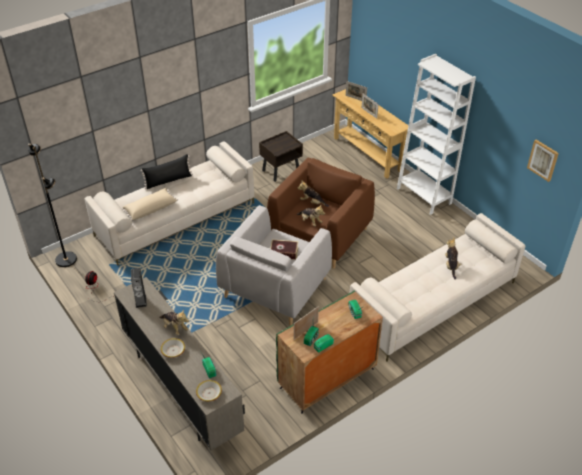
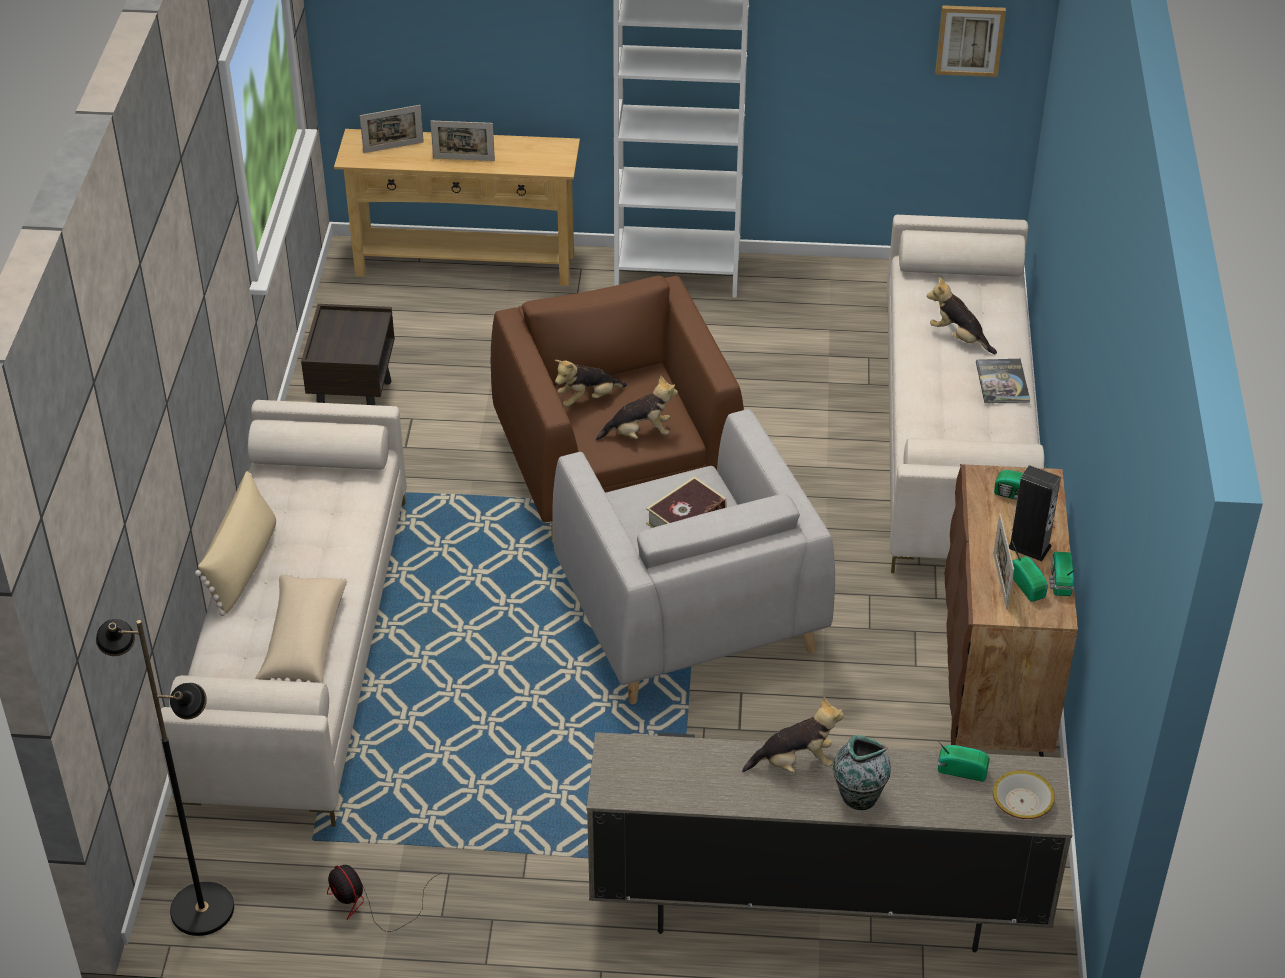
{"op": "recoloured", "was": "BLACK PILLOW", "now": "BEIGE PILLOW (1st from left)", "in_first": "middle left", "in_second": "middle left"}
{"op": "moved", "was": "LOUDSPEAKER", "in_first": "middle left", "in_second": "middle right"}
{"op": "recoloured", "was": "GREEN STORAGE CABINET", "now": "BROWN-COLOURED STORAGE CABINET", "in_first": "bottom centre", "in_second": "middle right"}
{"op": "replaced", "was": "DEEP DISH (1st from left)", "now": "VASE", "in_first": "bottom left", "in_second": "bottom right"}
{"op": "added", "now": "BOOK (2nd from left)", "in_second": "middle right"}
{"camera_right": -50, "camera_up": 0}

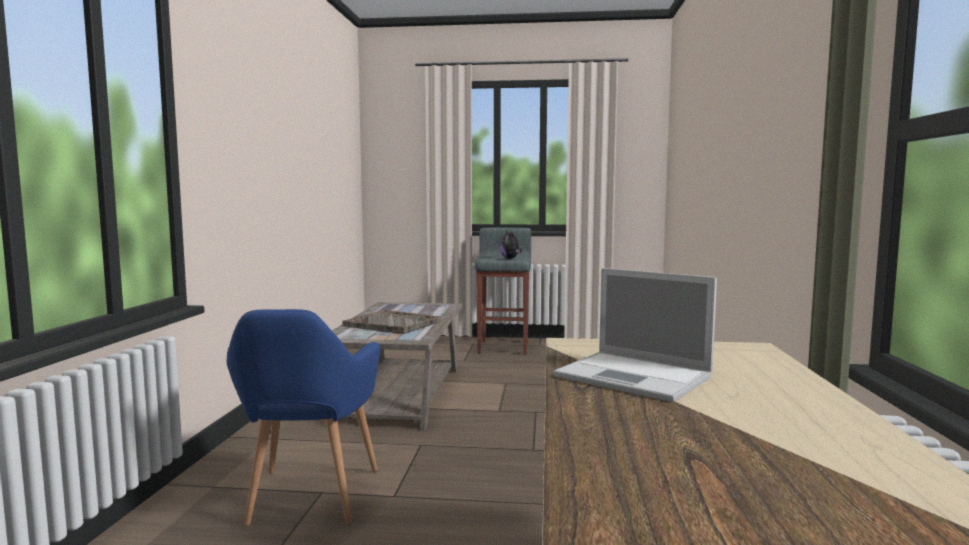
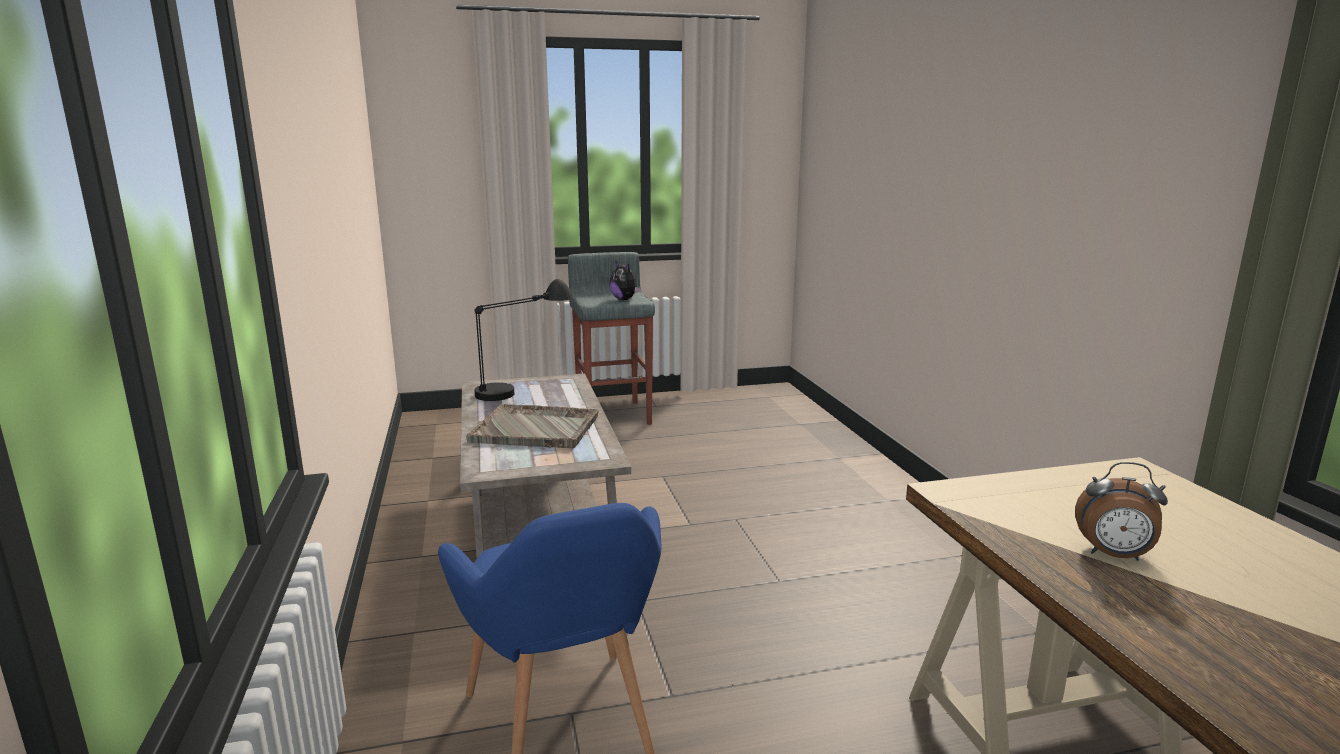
{"op": "replaced", "was": "PORTABLE COMPUTER", "now": "TABLE CLOCK", "in_first": "centre", "in_second": "bottom right"}
{"op": "added", "now": "BLACK TABLE LAMP", "in_second": "centre"}
{"camera_right": -20, "camera_up": 10}

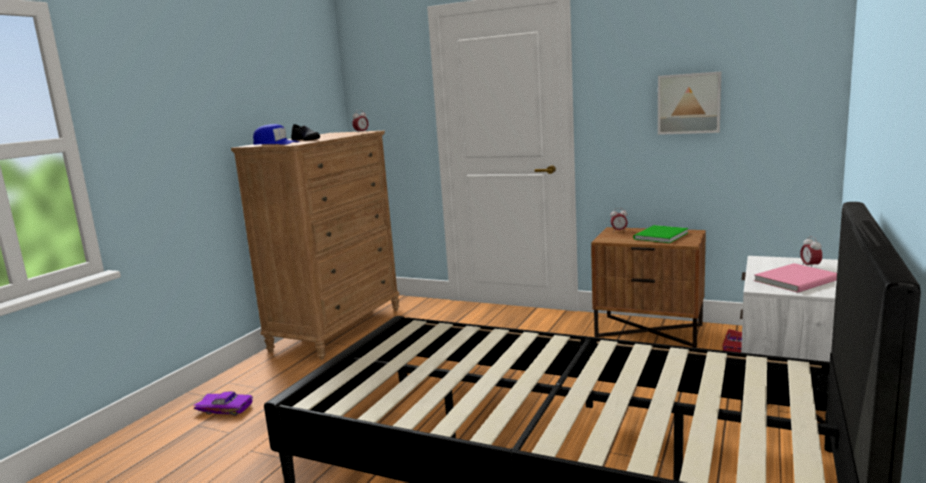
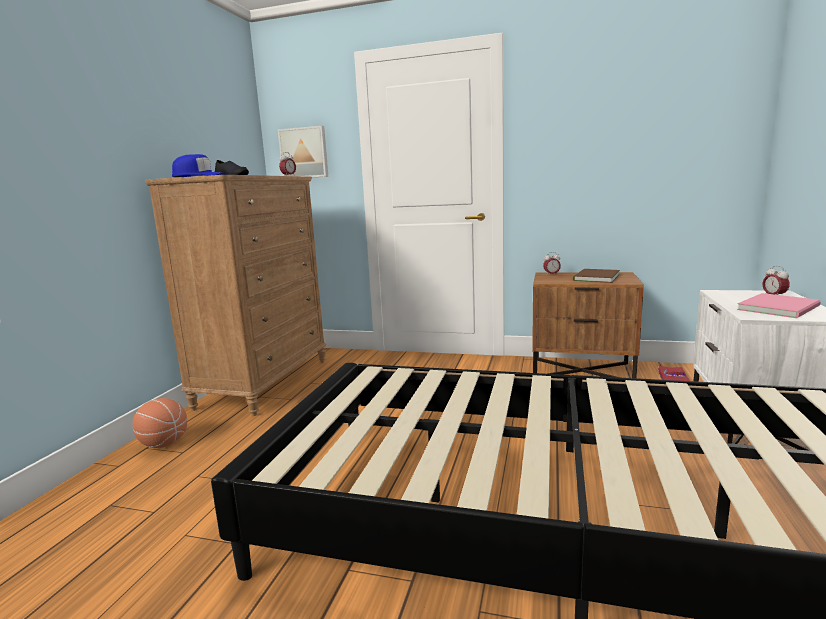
{"op": "moved", "was": "PICTURE", "in_first": "top right", "in_second": "top centre"}
{"op": "recoloured", "was": "GREEN BOOK", "now": "BROWN-COLOURED BOOK", "in_first": "middle right", "in_second": "middle right"}
{"op": "removed", "was": "PURPLE TOY CAR", "in_first": "bottom left"}
{"op": "added", "now": "BASKETBALL", "in_second": "bottom left"}
{"camera_right": -10, "camera_up": 0}

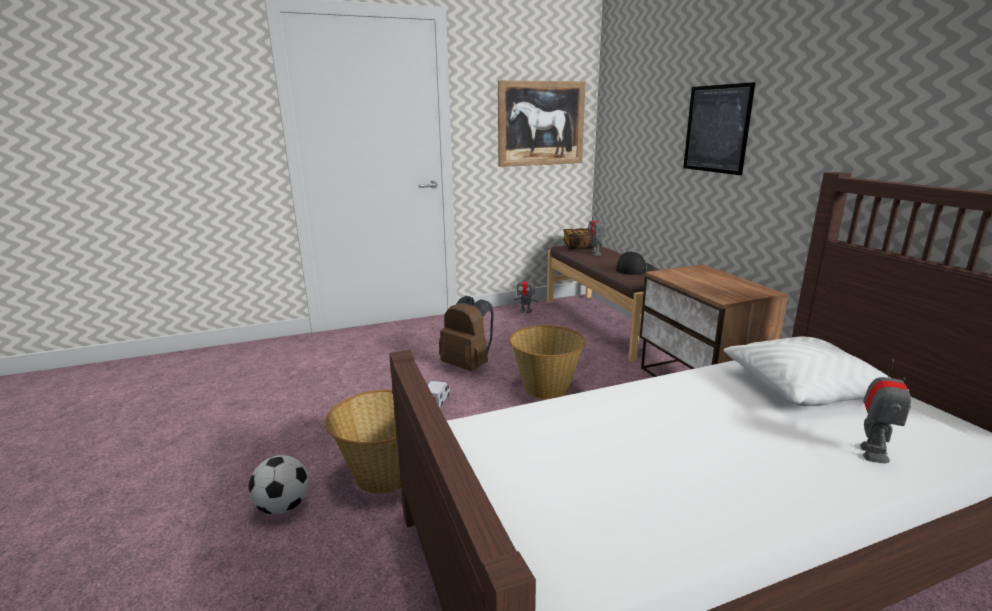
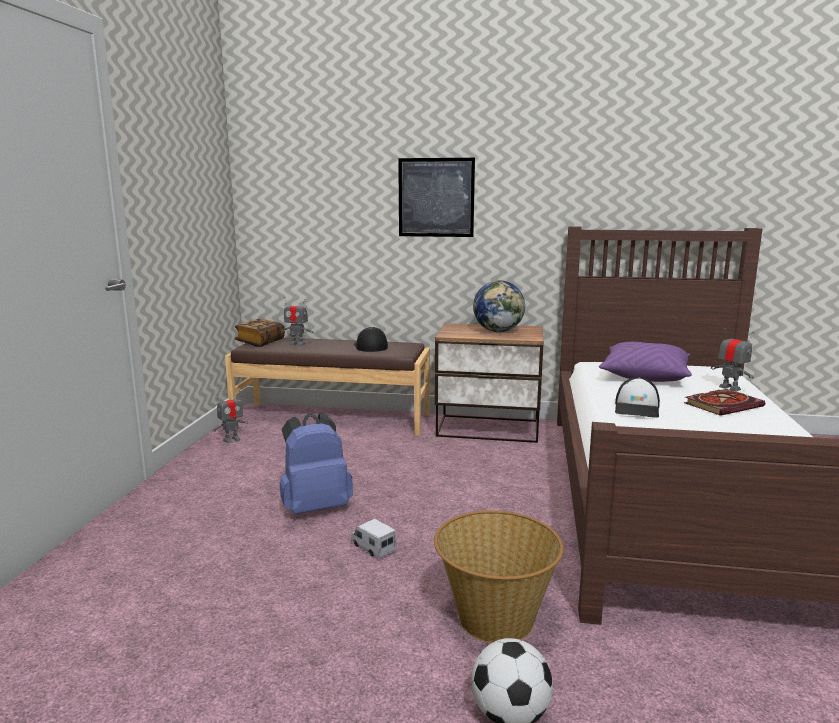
{"op": "removed", "was": "PICTURE (1st from left)", "in_first": "top centre"}
{"op": "recoloured", "was": "BROWN-COLOURED KNAPSACK", "now": "BLUE-COLOURED KNAPSACK", "in_first": "centre", "in_second": "centre"}
{"op": "removed", "was": "HOUSEHOLD BASKET (2nd from left)", "in_first": "centre"}
{"op": "recoloured", "was": "WHITE-COLOURED PILLOW", "now": "PURPLE PILLOW", "in_first": "middle right", "in_second": "middle right"}
{"op": "added", "now": "GLOBE", "in_second": "centre"}
{"op": "added", "now": "BASEBALL CAP (2nd from left)", "in_second": "middle right"}
{"op": "added", "now": "BOOK (2nd from left)", "in_second": "middle right"}
{"camera_right": -60, "camera_up": -5}

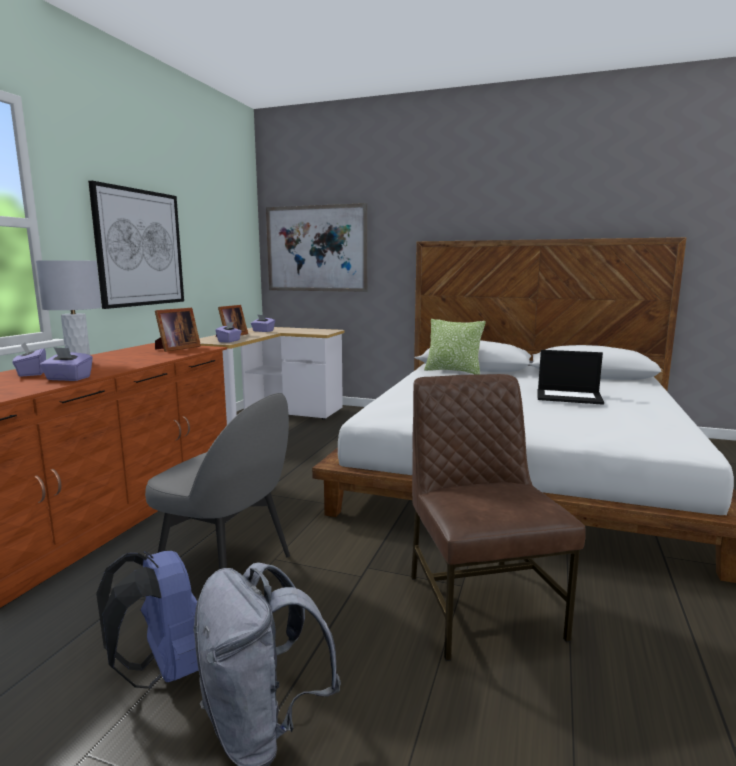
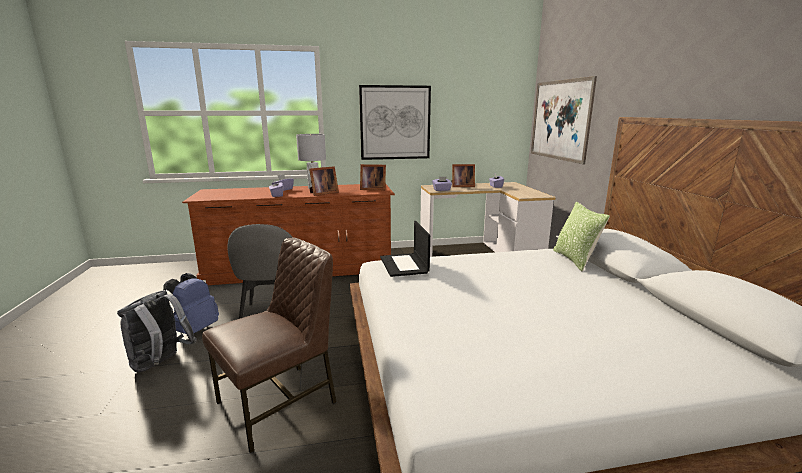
{"op": "moved", "was": "PORTABLE COMPUTER", "in_first": "middle right", "in_second": "centre"}
{"op": "added", "now": "PICTURE FRAME (1st from left)", "in_second": "centre"}
{"camera_right": 60, "camera_up": 5}

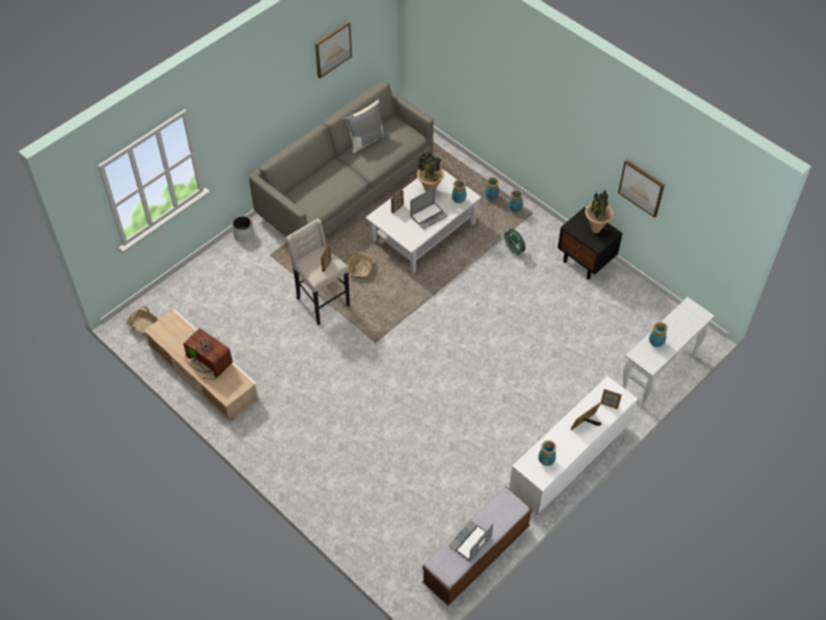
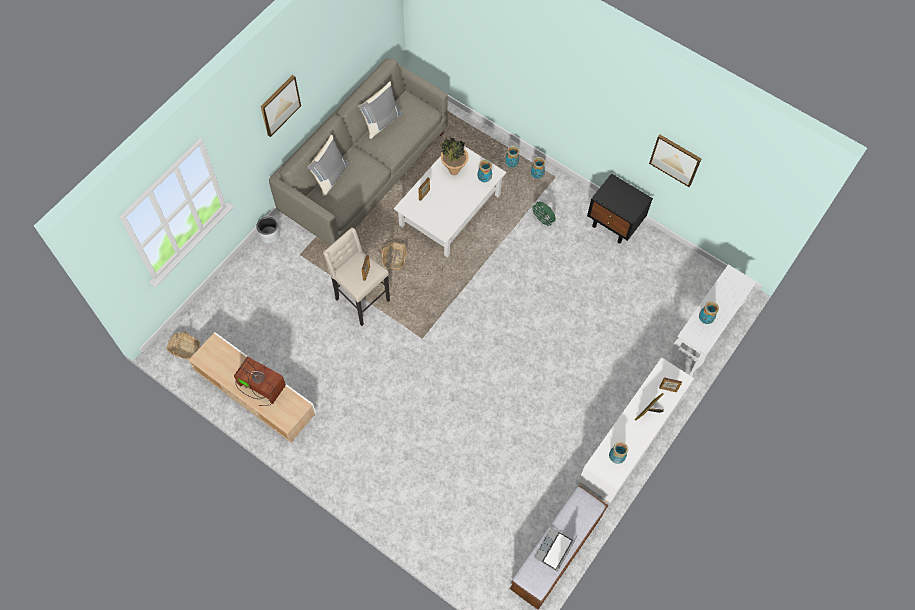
{"op": "moved", "was": "PICTURE (1st from left)", "in_first": "top centre", "in_second": "top left"}
{"op": "removed", "was": "PORTABLE COMPUTER (1st from left)", "in_first": "centre"}
{"op": "removed", "was": "HOUSEPLANT (2nd from left)", "in_first": "middle right"}
{"op": "added", "now": "GREY PILLOW (1st from left)", "in_second": "top centre"}
{"camera_right": -10, "camera_up": 10}

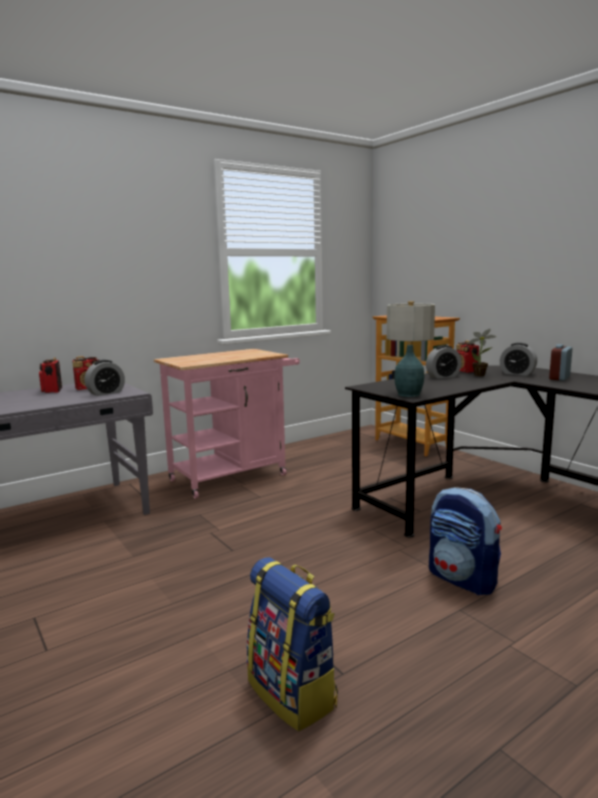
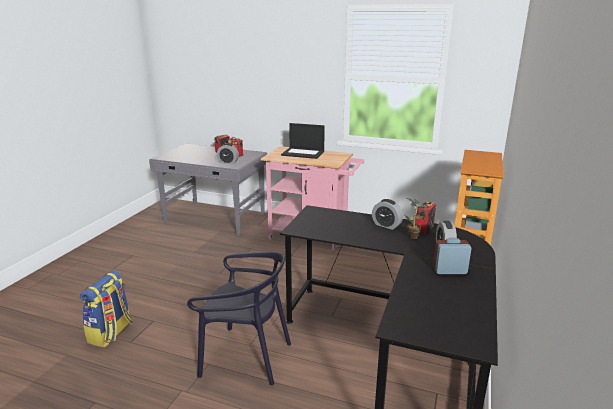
{"op": "removed", "was": "TABLE LAMP", "in_first": "middle right"}
{"op": "replaced", "was": "KNAPSACK (2nd from left)", "now": "BLACK PLAIN CHAIR", "in_first": "bottom right", "in_second": "bottom centre"}
{"op": "added", "now": "PORTABLE COMPUTER", "in_second": "centre"}
{"camera_right": 55, "camera_up": 10}

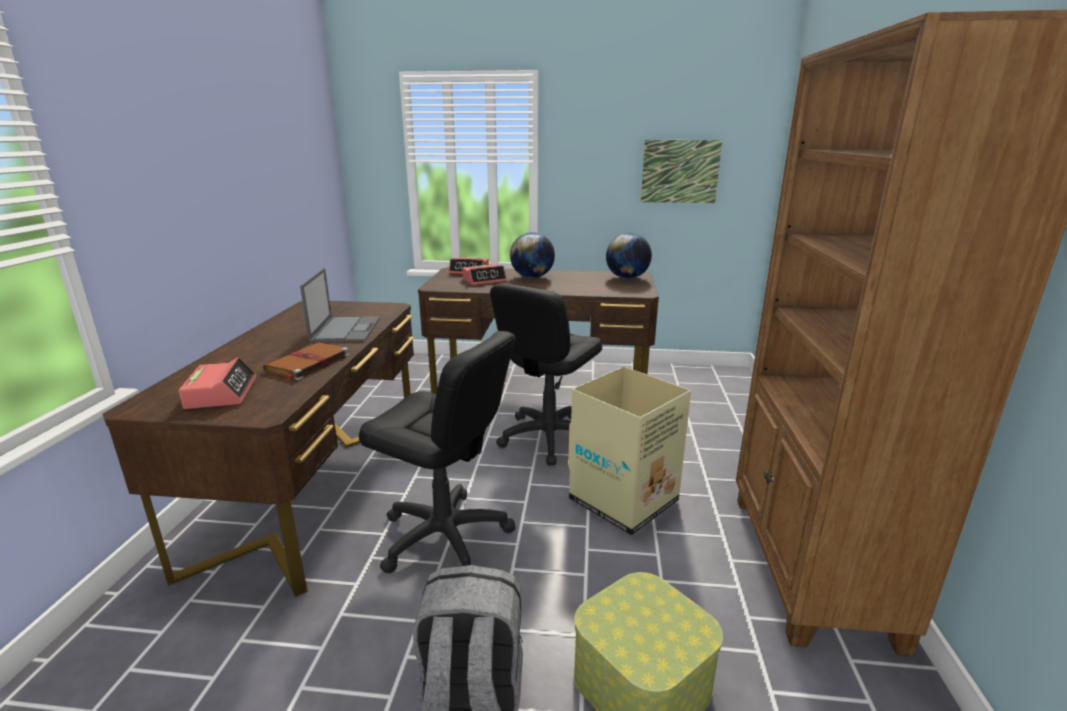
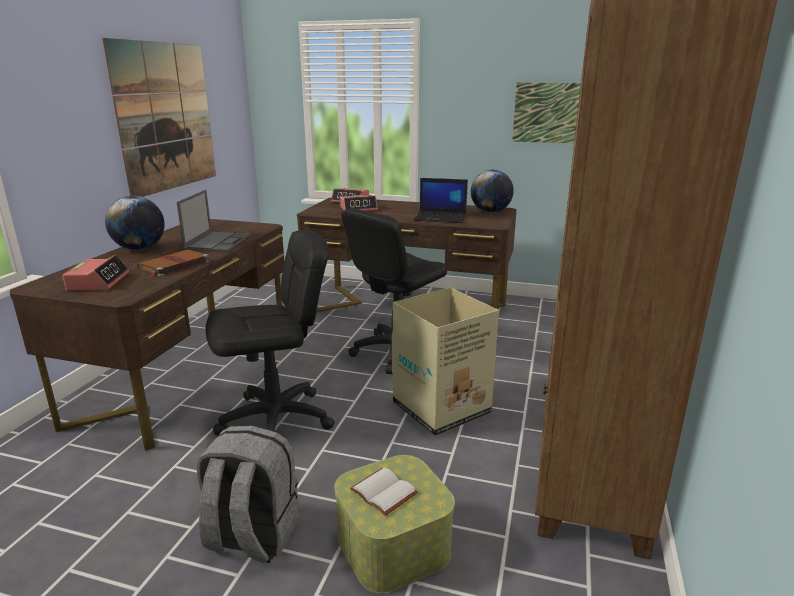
{"op": "moved", "was": "GLOBE (1st from left)", "in_first": "centre", "in_second": "middle left"}
{"op": "turned", "was": "BLACK COMPUTER CHAIR (1st from left)", "in_first": "centre", "in_second": "centre", "clockwise": -60}
{"op": "added", "now": "PICTURE (1st from left)", "in_second": "top left"}
{"op": "added", "now": "PORTABLE COMPUTER (2nd from left)", "in_second": "centre"}
{"op": "added", "now": "WHITE-COLOURED BOOK", "in_second": "bottom centre"}
{"camera_right": 10, "camera_up": 0}

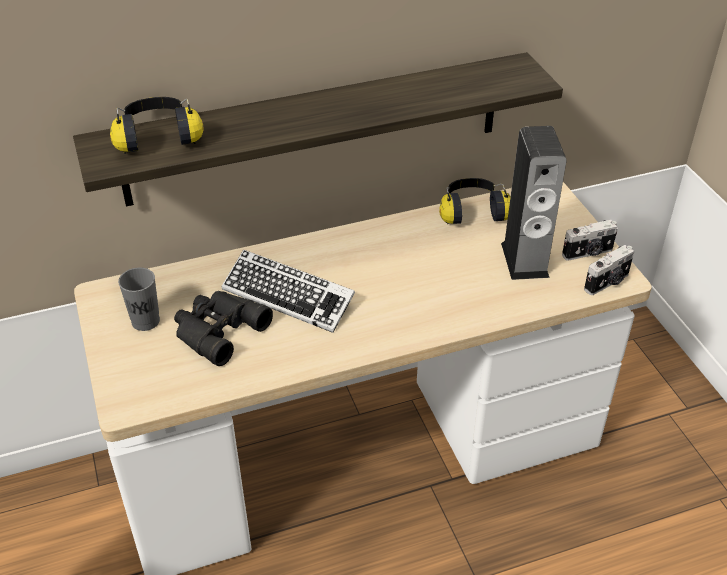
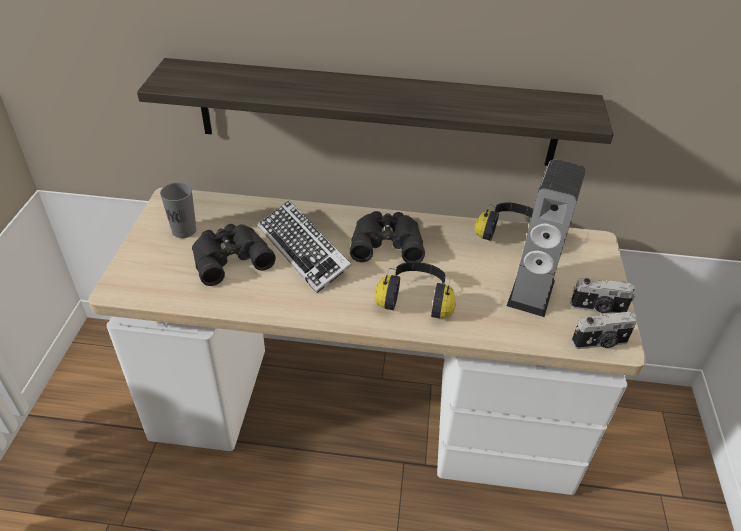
{"op": "moved", "was": "HEADPHONES (1st from left)", "in_first": "top left", "in_second": "centre"}
{"op": "added", "now": "BLACK FIELD GLASSES (2nd from left)", "in_second": "centre"}
{"camera_right": 25, "camera_up": 0}

